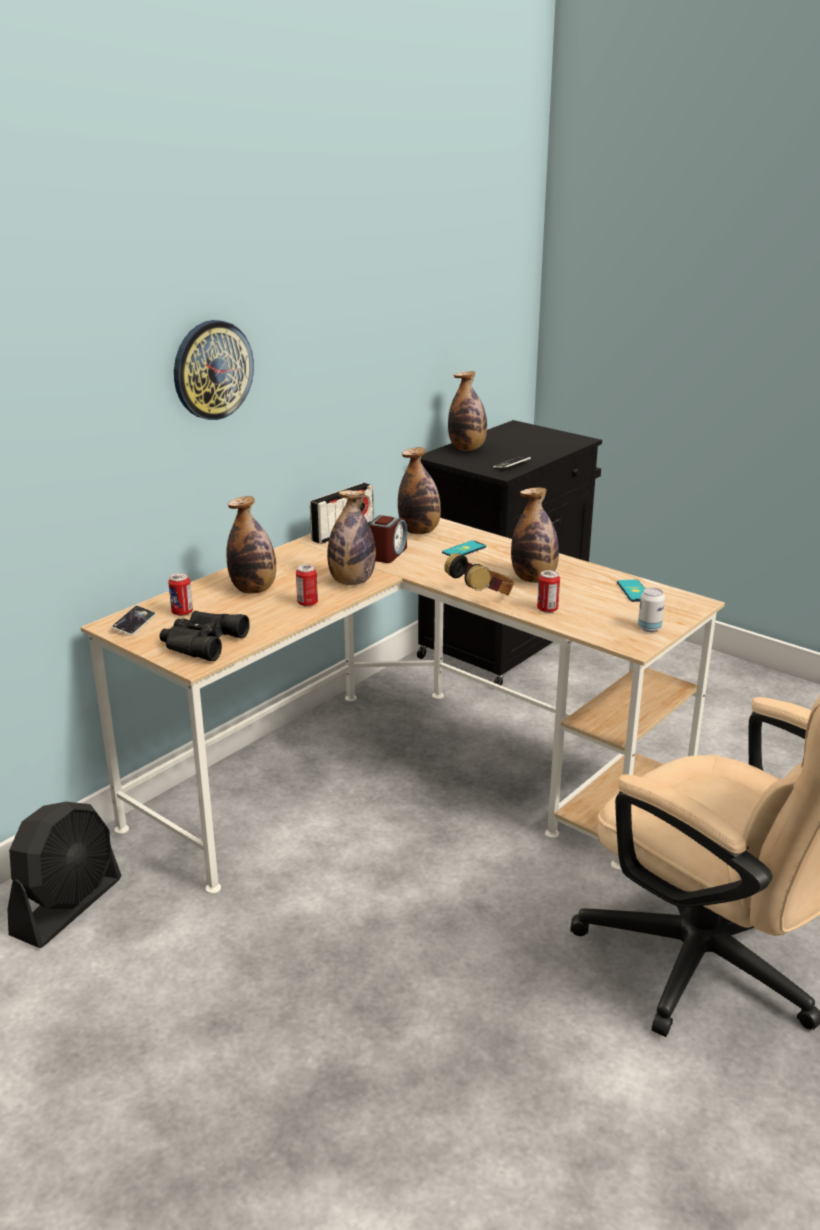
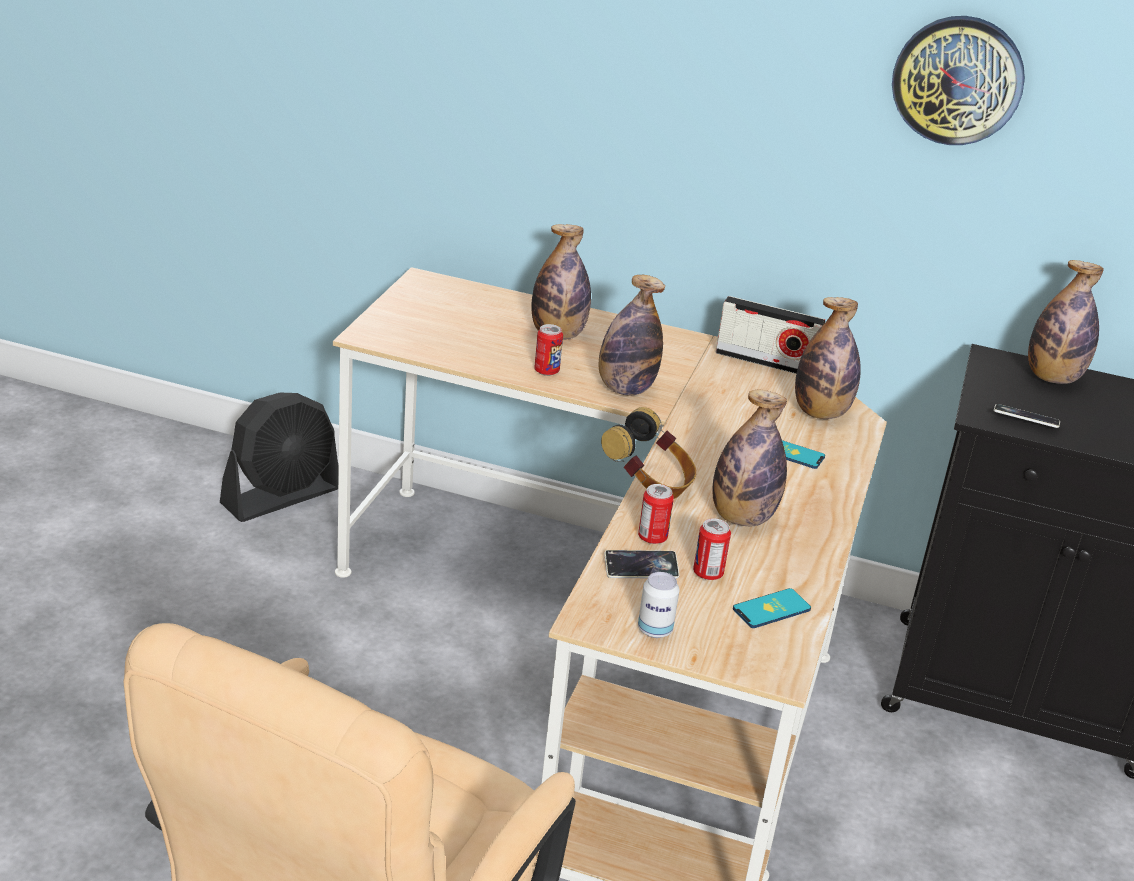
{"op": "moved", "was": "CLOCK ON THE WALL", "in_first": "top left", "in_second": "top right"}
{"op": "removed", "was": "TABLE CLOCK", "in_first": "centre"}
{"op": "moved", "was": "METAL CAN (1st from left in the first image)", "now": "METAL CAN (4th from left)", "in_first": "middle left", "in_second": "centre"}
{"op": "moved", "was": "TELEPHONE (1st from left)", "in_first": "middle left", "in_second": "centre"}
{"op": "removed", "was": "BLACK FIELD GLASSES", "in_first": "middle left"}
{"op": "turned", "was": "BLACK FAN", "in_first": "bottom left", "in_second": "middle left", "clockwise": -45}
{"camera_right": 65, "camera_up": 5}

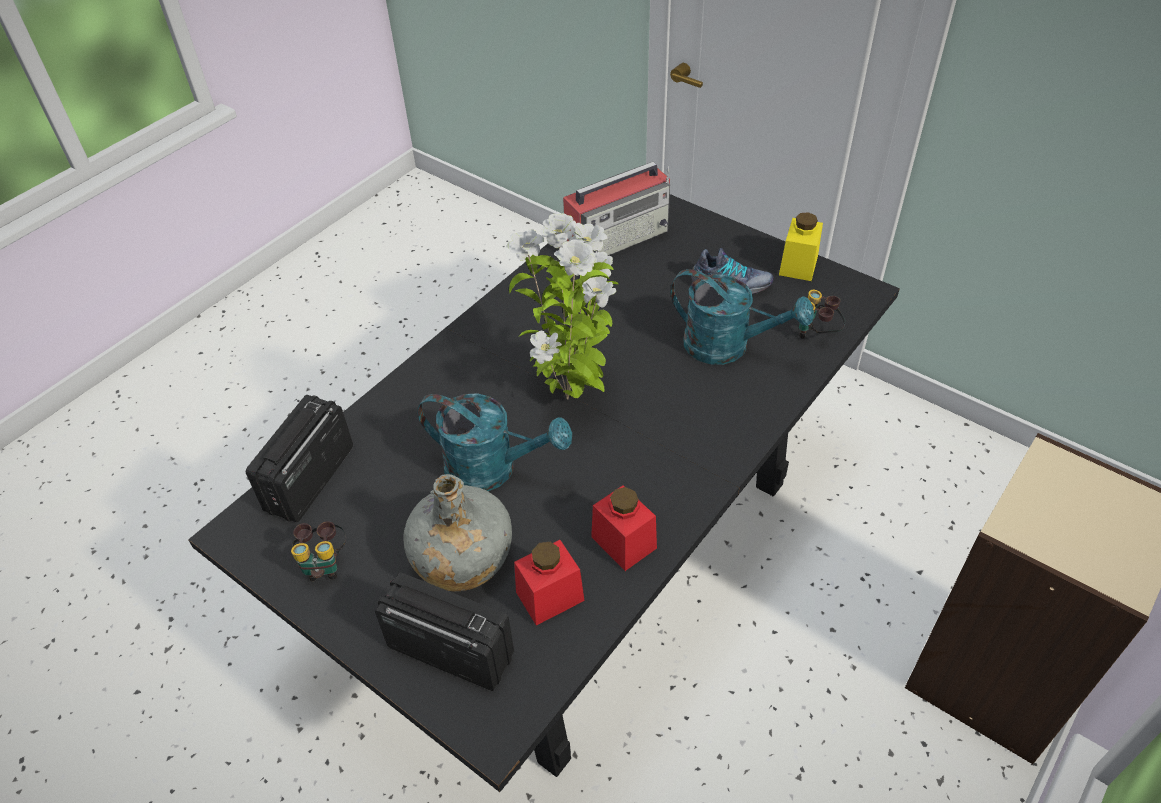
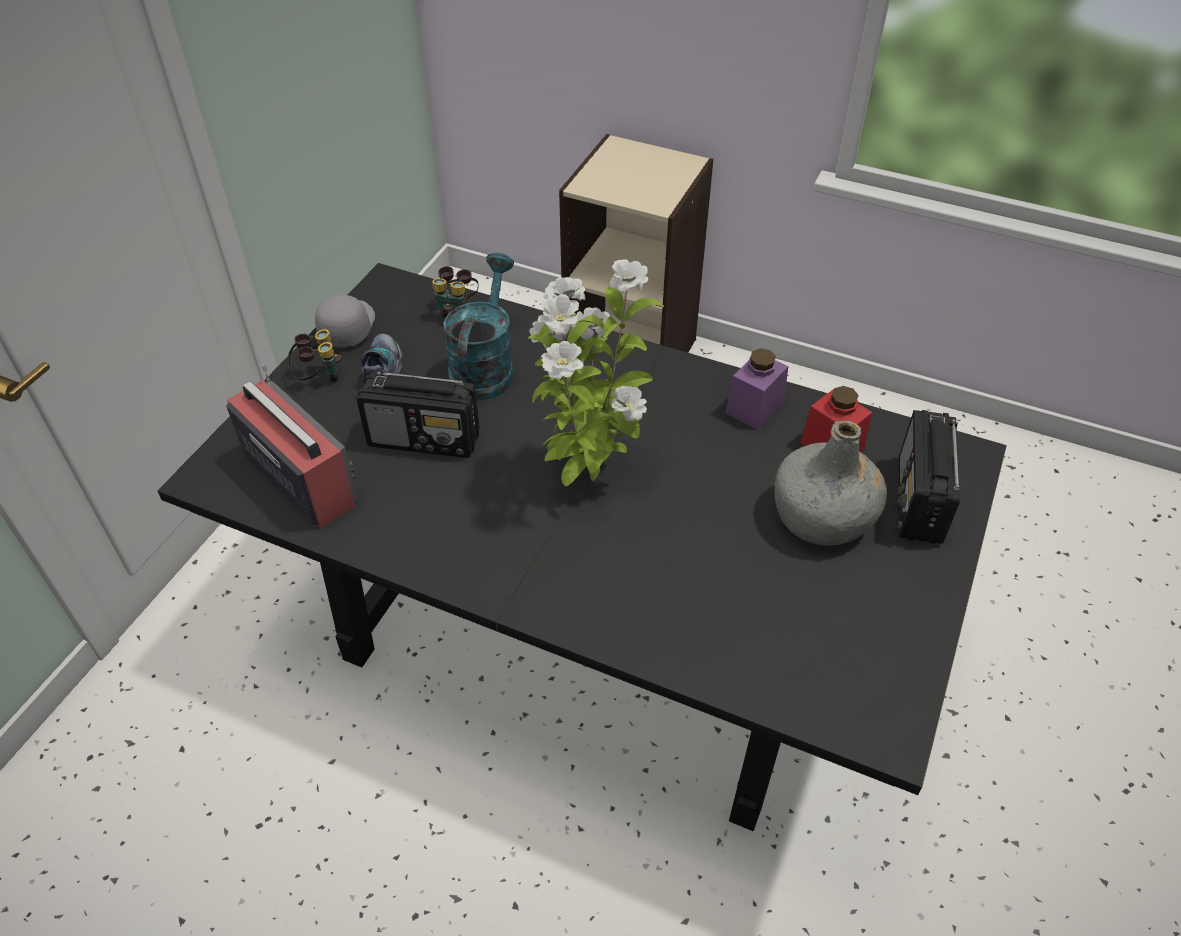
{"op": "replaced", "was": "YELLOWISH STORAGE JAR", "now": "GREY BASEBALL CAP", "in_first": "top right", "in_second": "middle left"}
{"op": "removed", "was": "TURQUOISE-COLOURED WATERING CAN (1st from left)", "in_first": "centre"}
{"op": "moved", "was": "RADIO (1st from left in the first image)", "now": "RADIO (2nd from left)", "in_first": "middle left", "in_second": "centre"}
{"op": "recoloured", "was": "RED-COLOURED STORAGE JAR (2nd from left)", "now": "PURPLE STORAGE JAR", "in_first": "centre", "in_second": "centre"}
{"op": "moved", "was": "FIELD GLASSES (1st from left)", "in_first": "bottom left", "in_second": "middle left"}
{"camera_right": -105, "camera_up": 0}

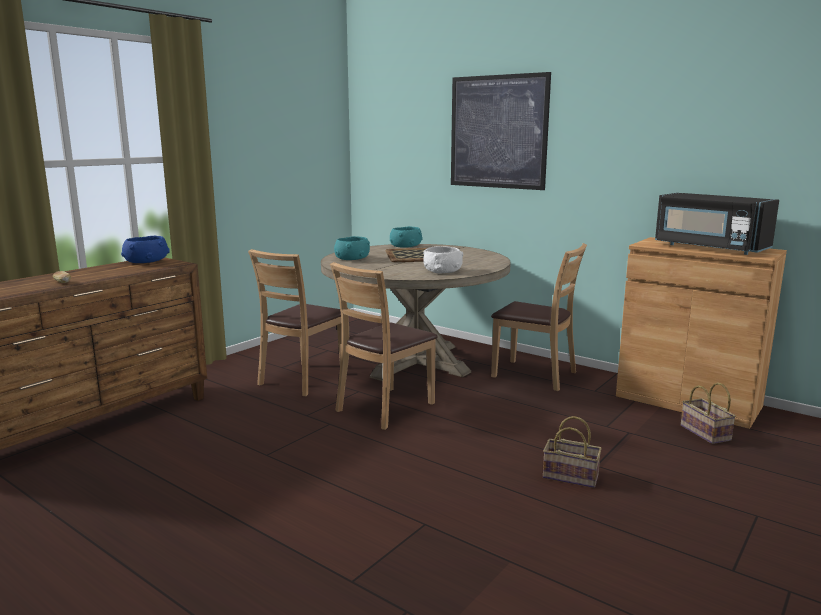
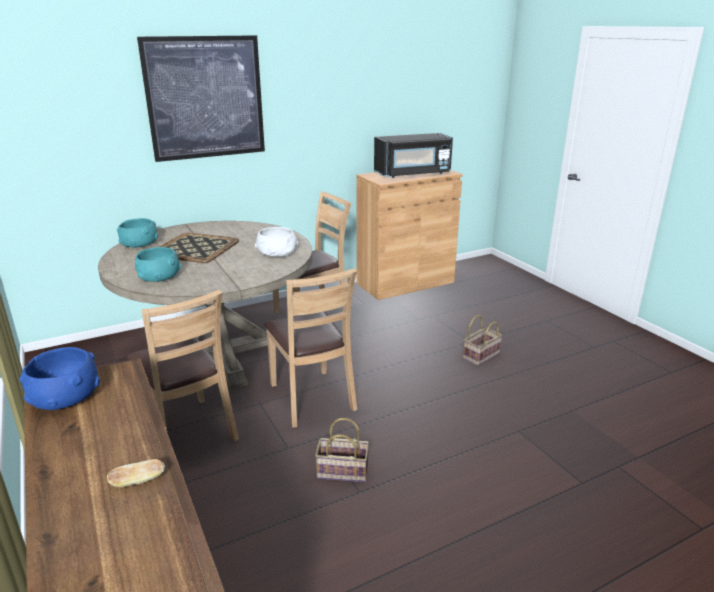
{"op": "moved", "was": "HOUSEHOLD BASKET (2nd from left in the first image)", "now": "HOUSEHOLD BASKET (1st from left)", "in_first": "bottom right", "in_second": "bottom centre"}
{"camera_right": -65, "camera_up": 10}

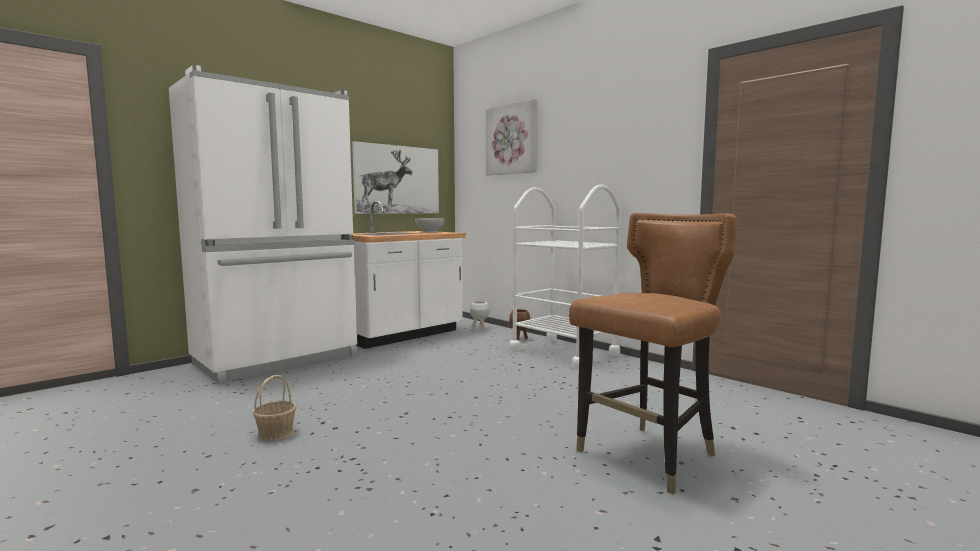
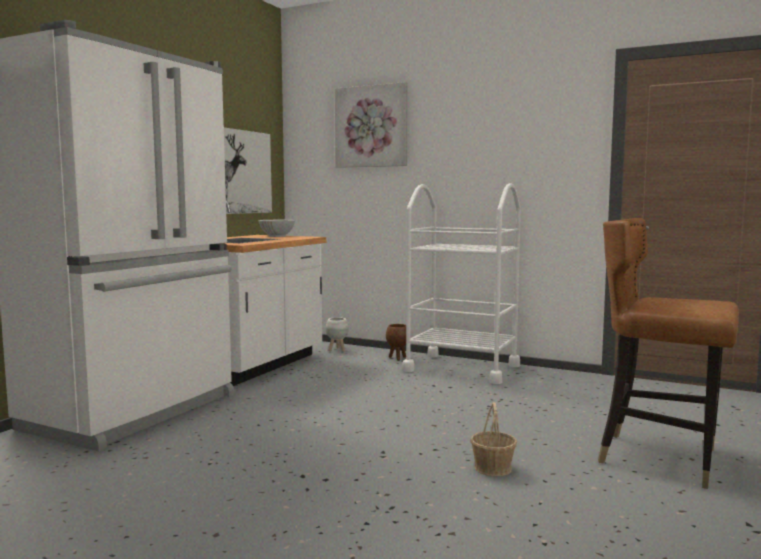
{"op": "turned", "was": "BROWN-COLOURED PLAIN CHAIR", "in_first": "centre", "in_second": "middle right", "clockwise": -90}
{"op": "moved", "was": "HOUSEHOLD BASKET", "in_first": "bottom left", "in_second": "bottom centre"}
{"camera_right": -20, "camera_up": 0}

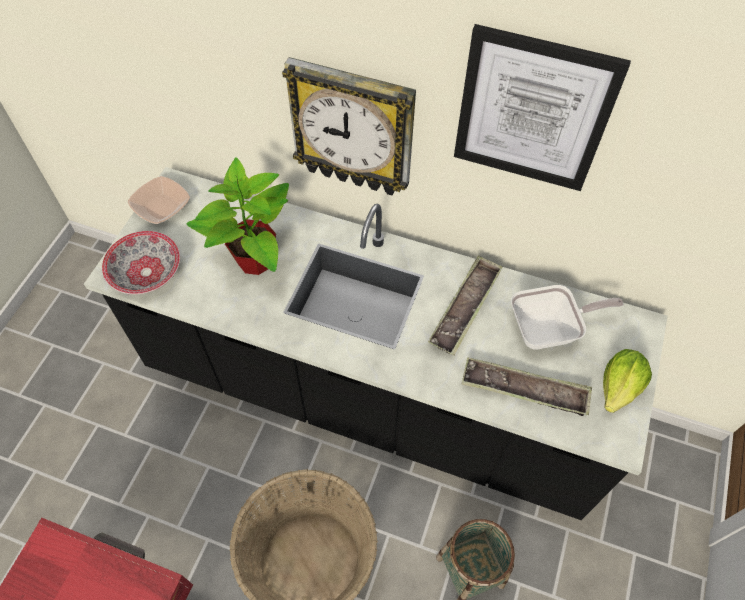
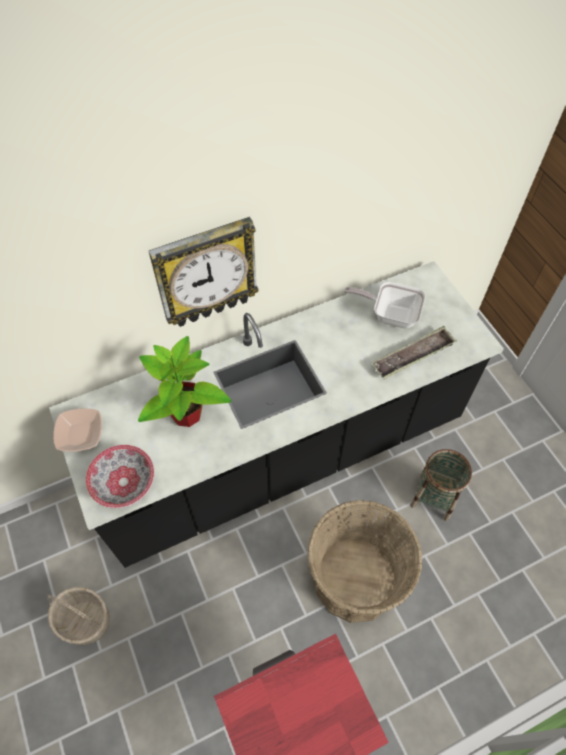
{"op": "removed", "was": "PICTURE", "in_first": "top right"}
{"op": "removed", "was": "SERVING TRAY (1st from left)", "in_first": "centre"}
{"op": "turned", "was": "FRYING PAN", "in_first": "middle right", "in_second": "middle right", "clockwise": -105}
{"op": "removed", "was": "LETTUCE HEAD", "in_first": "middle right"}
{"op": "added", "now": "HOUSEHOLD BASKET (1st from left)", "in_second": "bottom left"}
{"camera_right": -45, "camera_up": 0}

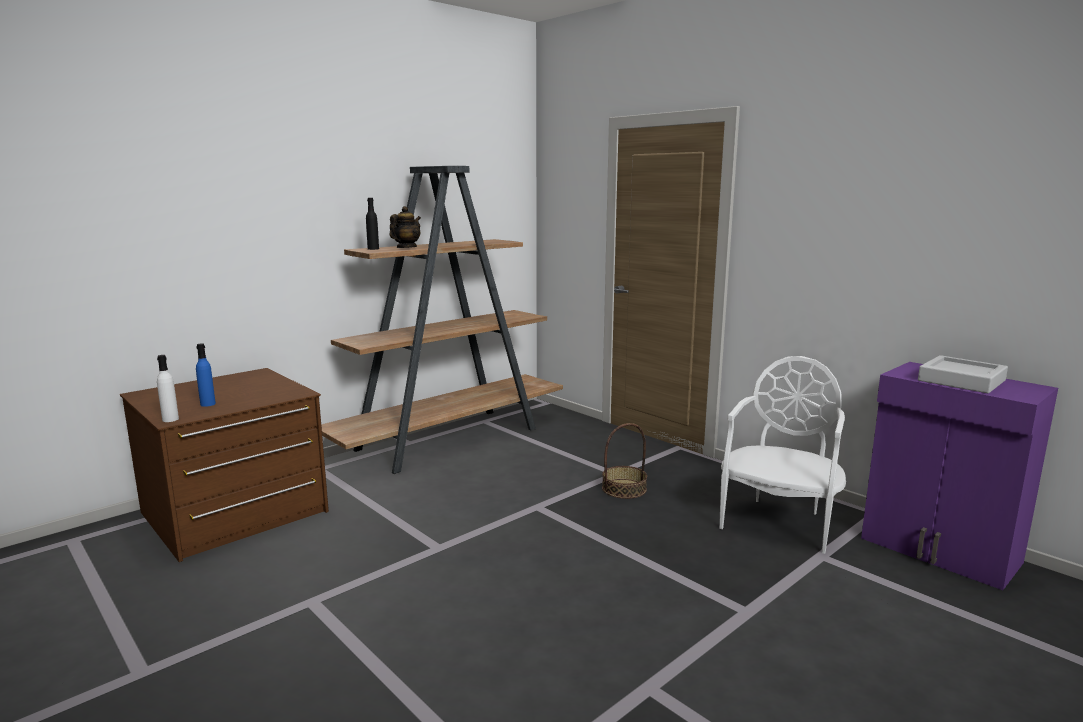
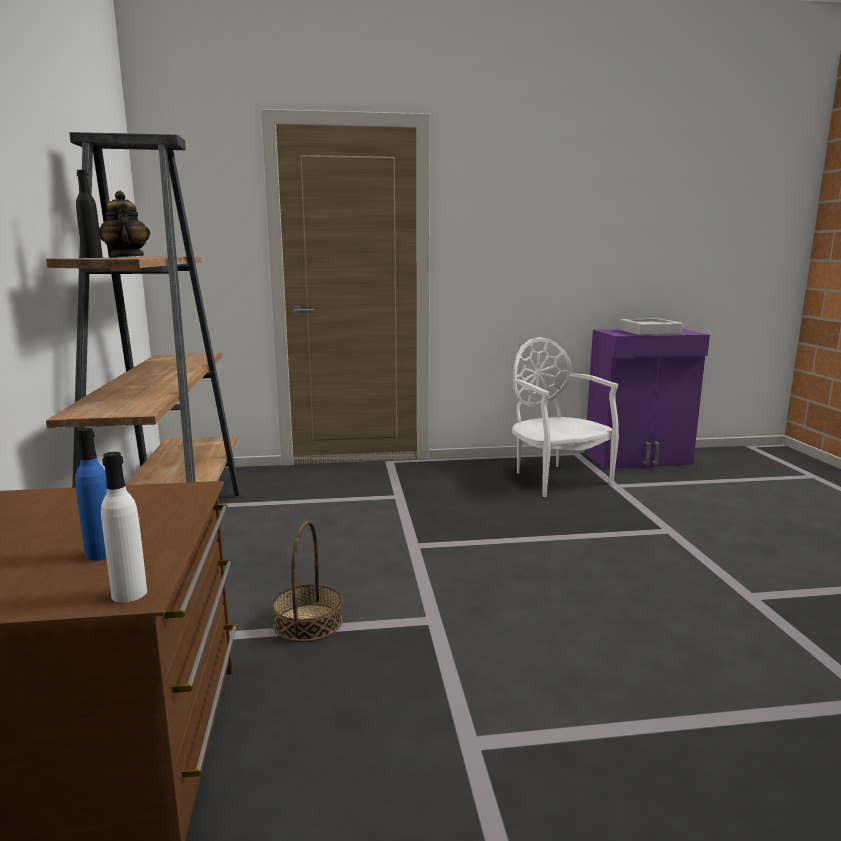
{"op": "moved", "was": "HOUSEHOLD BASKET", "in_first": "centre", "in_second": "bottom centre"}
{"camera_right": -55, "camera_up": 0}

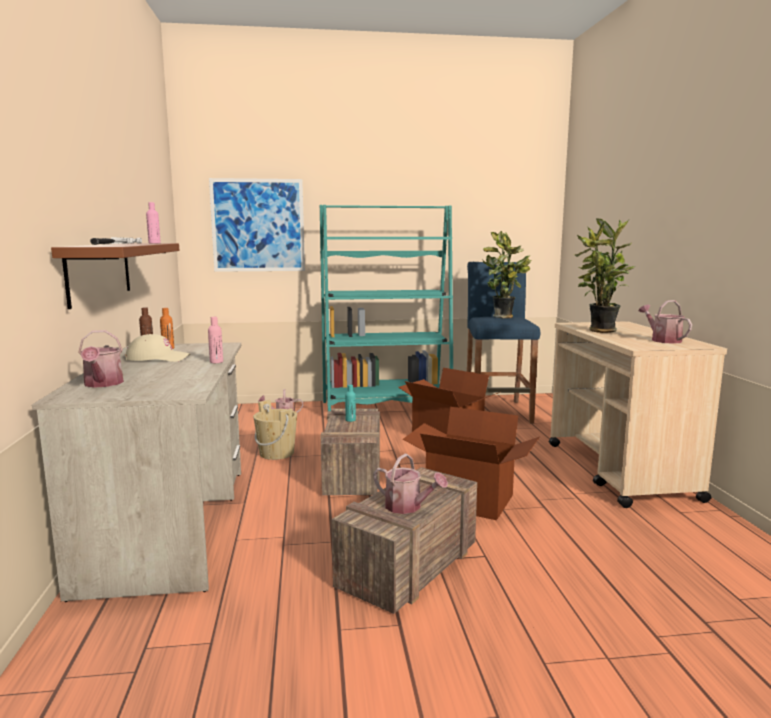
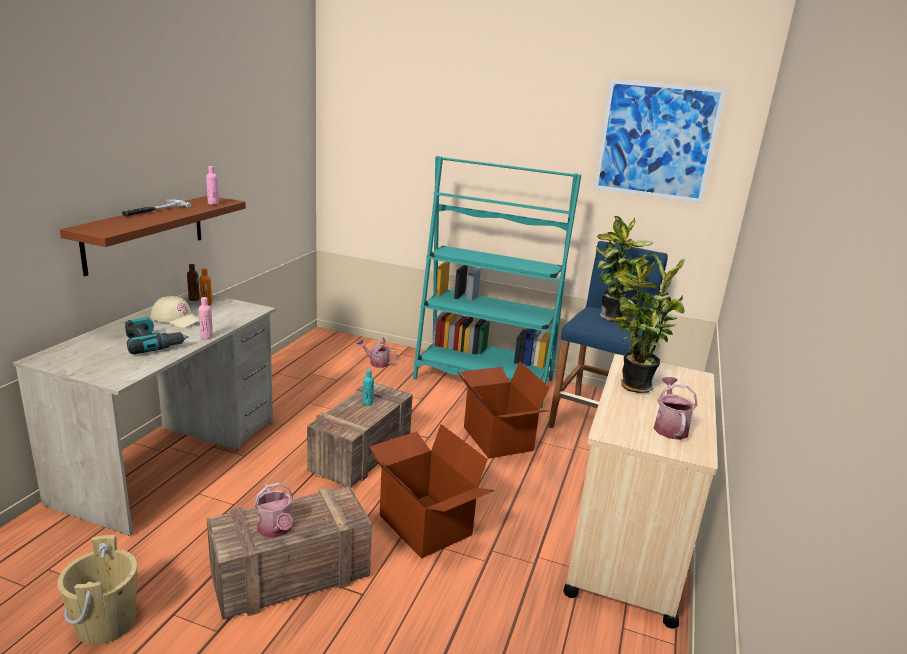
{"op": "moved", "was": "PICTURE", "in_first": "top centre", "in_second": "top right"}
{"op": "removed", "was": "WATERING CAN (1st from left)", "in_first": "middle left"}
{"op": "moved", "was": "BEIGE WATER BUCKET", "in_first": "centre", "in_second": "bottom left"}
{"op": "added", "now": "POWER DRILL", "in_second": "middle left"}
{"camera_right": 25, "camera_up": 10}

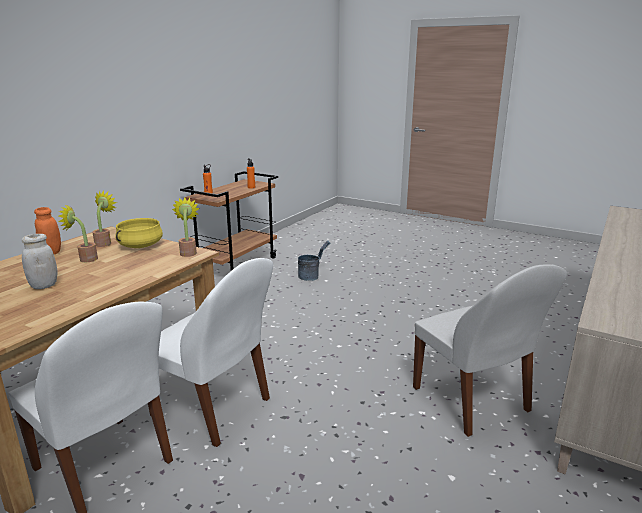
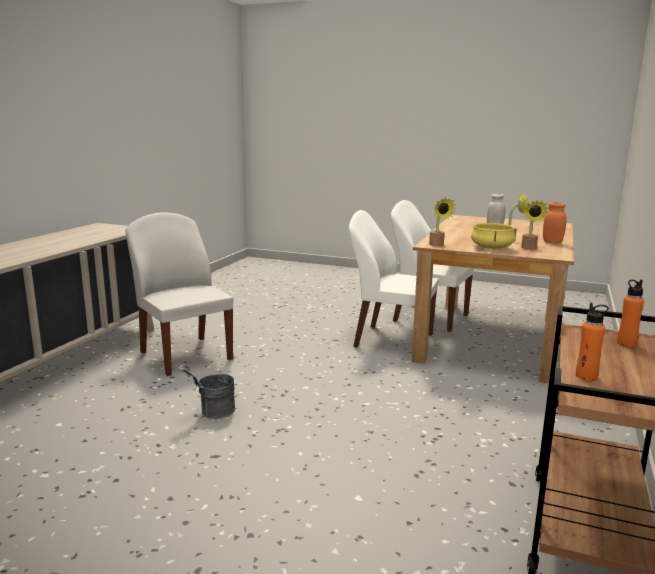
{"op": "moved", "was": "GREY WATER BUCKET", "in_first": "centre", "in_second": "bottom left"}
{"camera_right": 170, "camera_up": -5}

